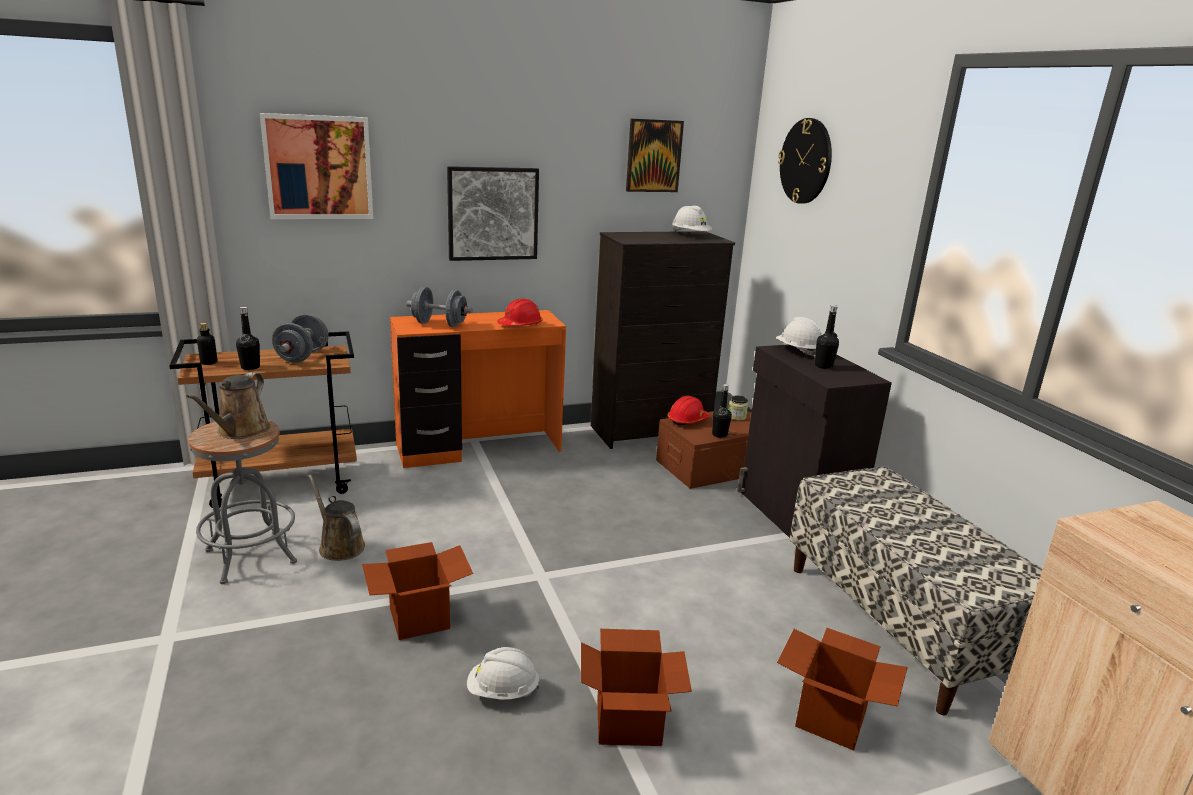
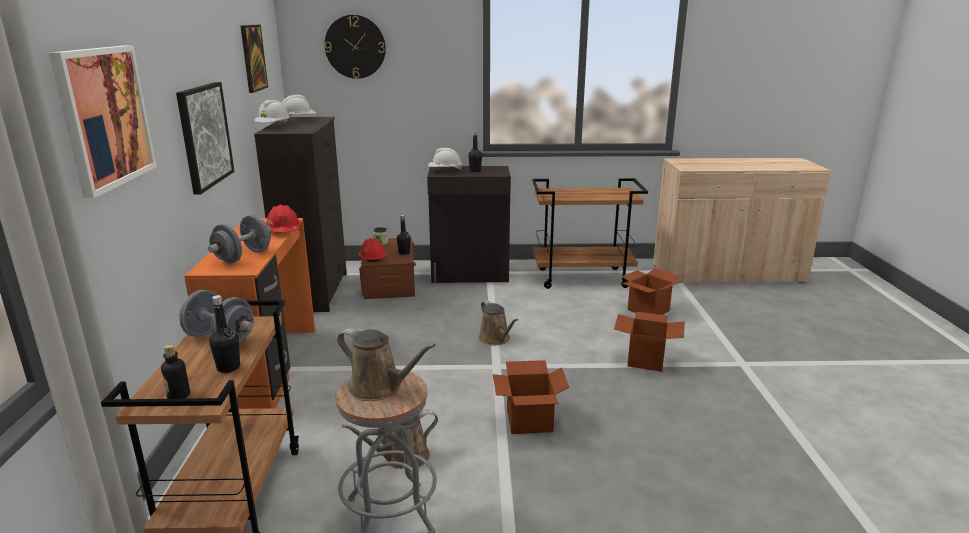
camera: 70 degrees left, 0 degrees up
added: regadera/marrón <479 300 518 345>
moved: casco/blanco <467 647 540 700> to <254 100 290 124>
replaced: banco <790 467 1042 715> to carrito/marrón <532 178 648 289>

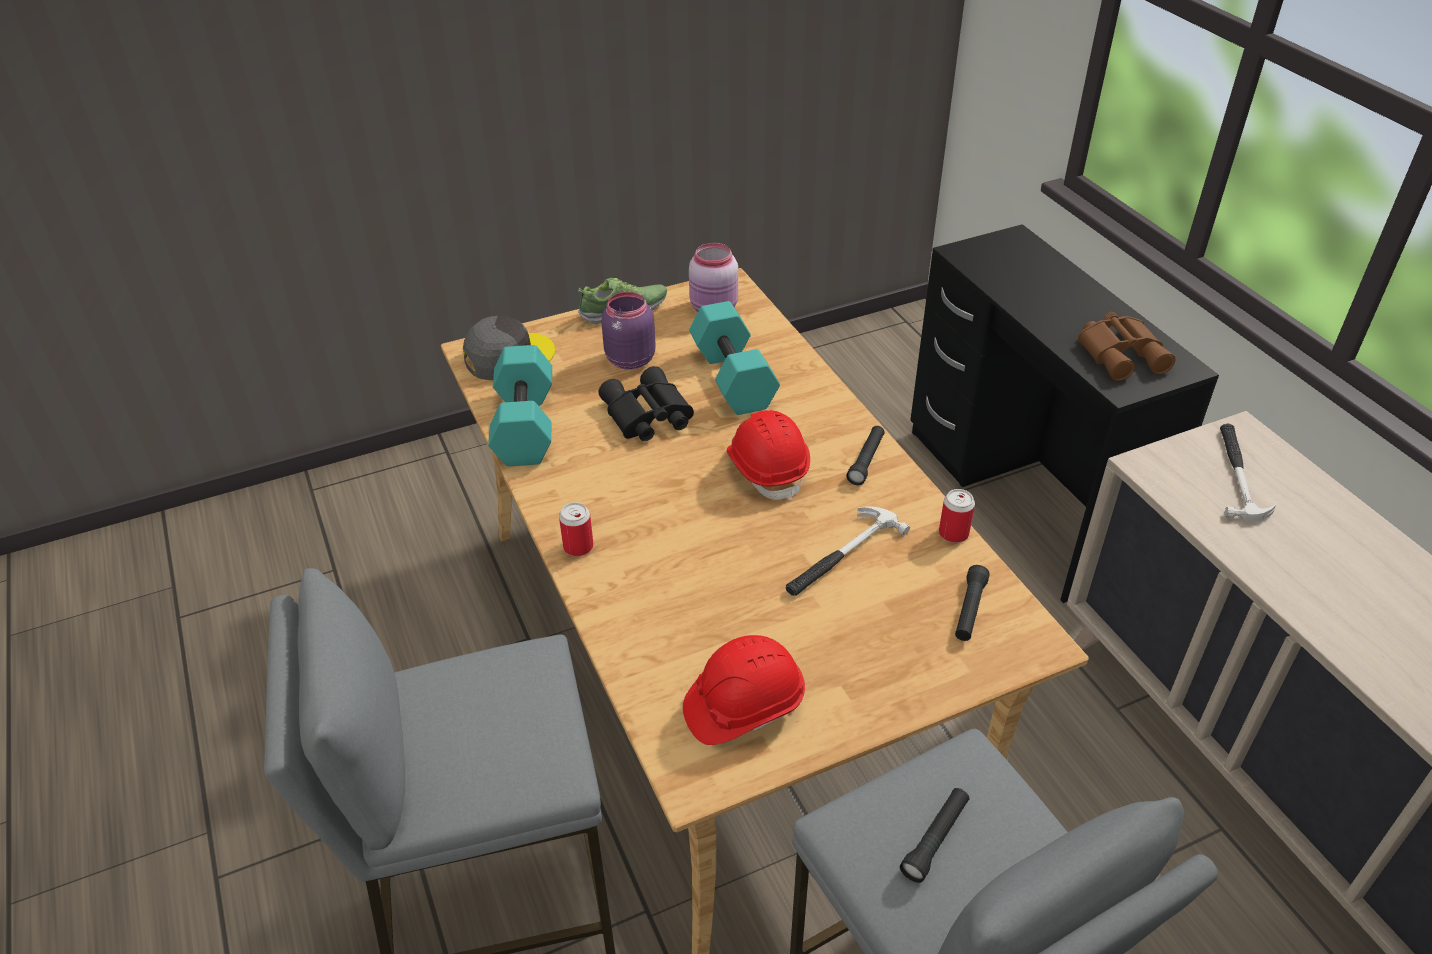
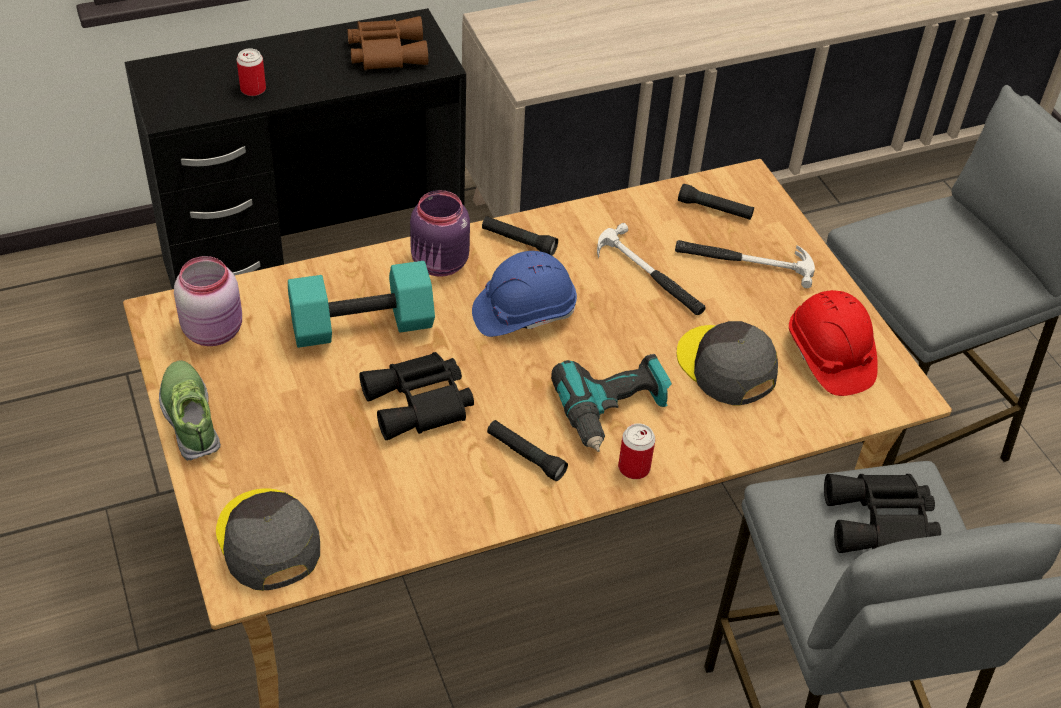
camera: 90 degrees left, 5 degrees up
removed: mancuerna/turquesa <488 345 552 466>
added: taladro <551 354 672 452>; gorra/gris <677 321 778 405>; prismáticos/negro <824 474 941 553>
moved: lata <939 489 975 543> to <237 49 266 96>; tarro/morado <601 292 656 370> to <410 190 470 277>; linterna/negro <900 788 969 883> to <487 420 568 481>; martillo <1220 424 1277 522> to <675 240 815 288>
recoloured: casco/rojo <727 410 810 501> to casco/azul <472 251 577 337>

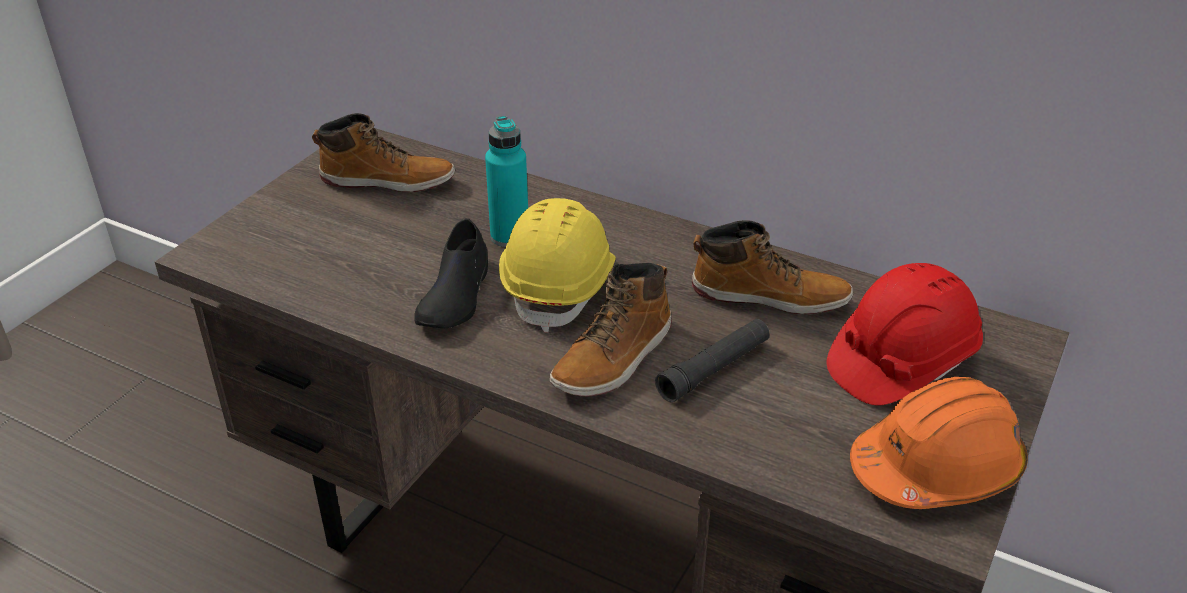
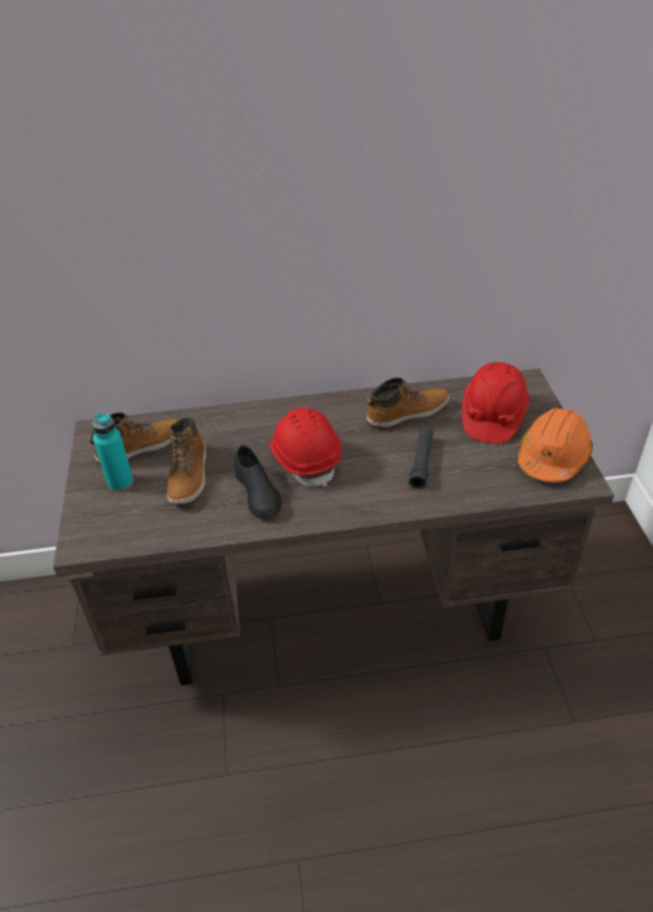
camera: 35 degrees left, 5 degrees up
moved: botella/turquesa <485 116 528 247> to <92 413 133 491>; bota <550 263 672 397> to <167 417 206 504>
recoloured: casco/amarillo <499 198 616 333> to casco/rojo <269 408 342 487>

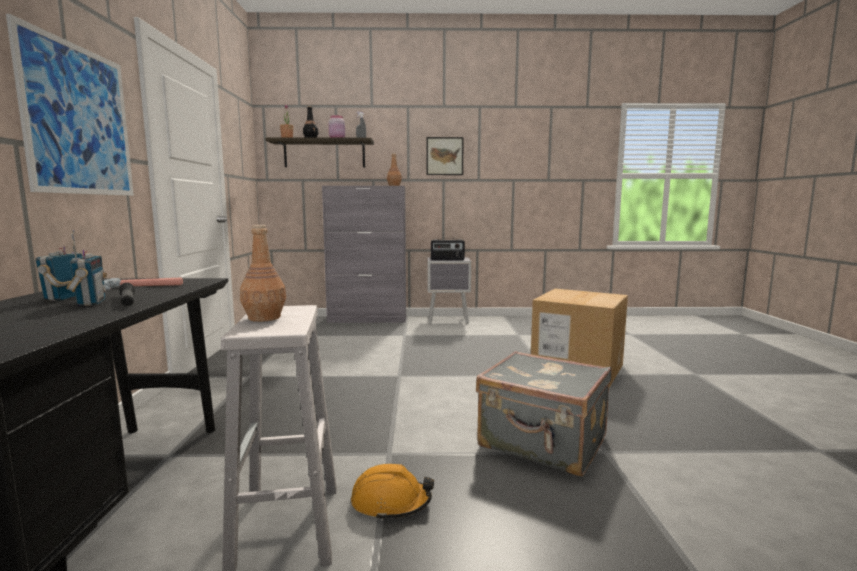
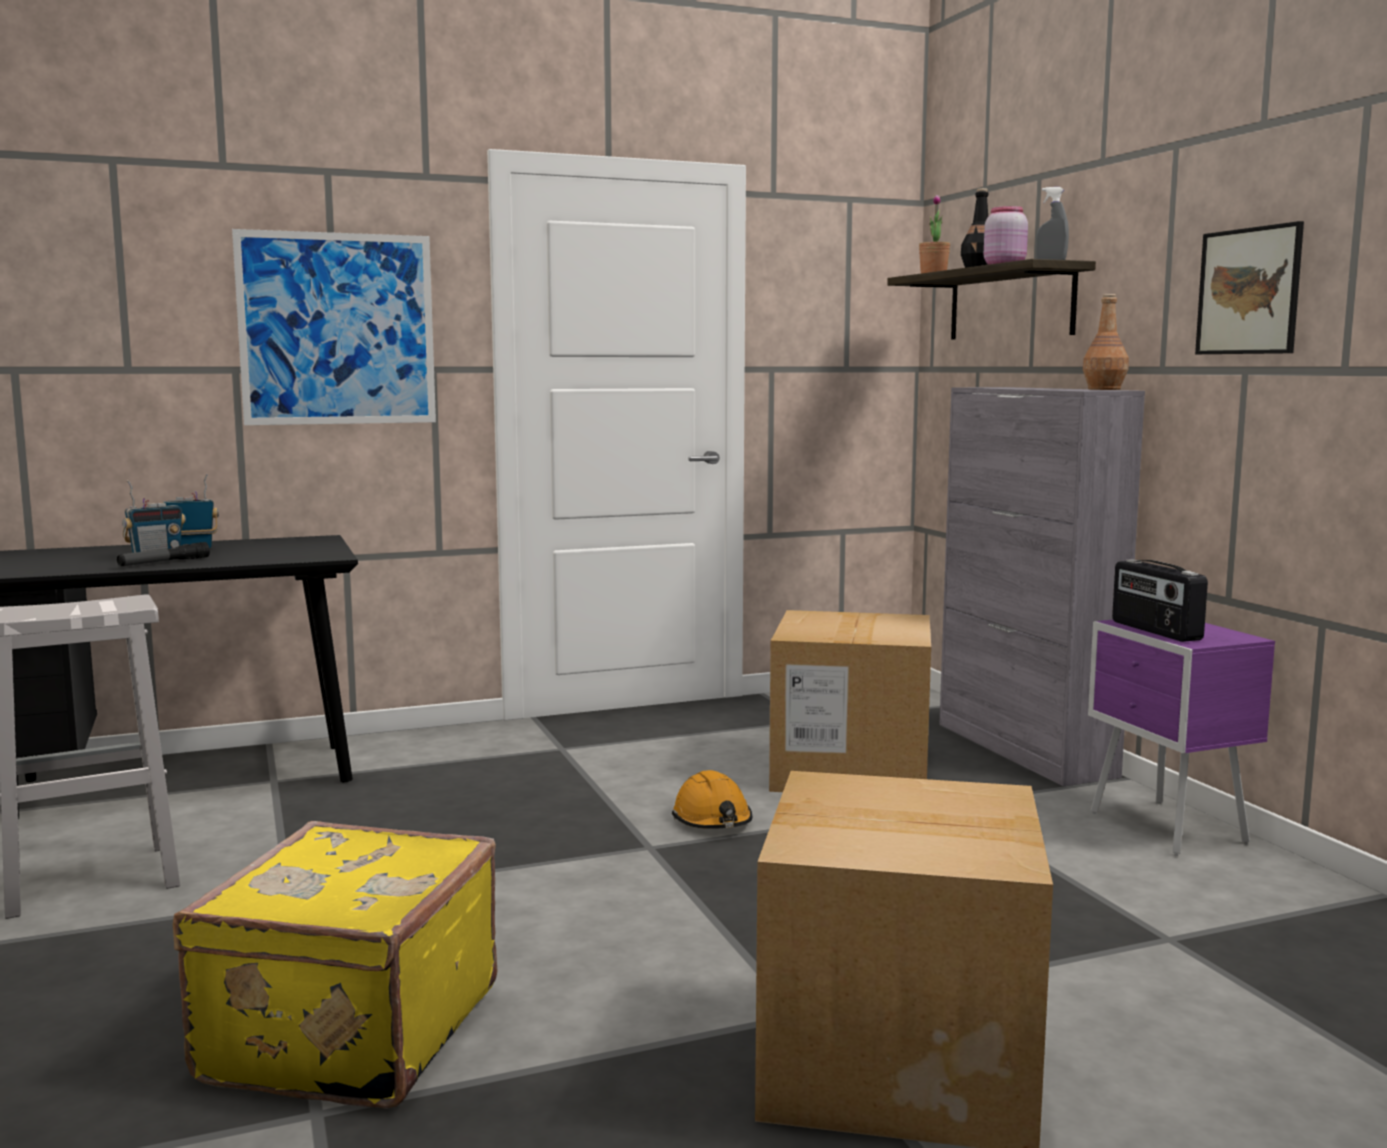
camera: 70 degrees right, 0 degrees up
removed: martillo <104 278 183 290>; botella/marrón <240 225 286 322>
added: caja de cartón <769 610 931 792>
moved: casco/naranja <351 464 434 521> to <672 770 752 829>
recoloured: maleta/gris <476 351 612 476> to maleta/amarillo <173 821 497 1109>; mesita de noche/gris <427 258 471 324> to mesita de noche/morado <1088 620 1275 856>

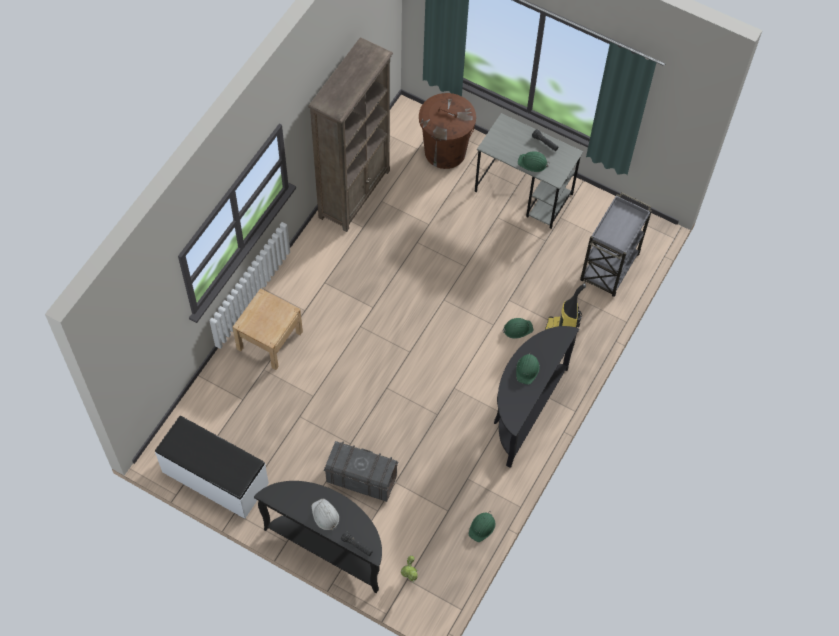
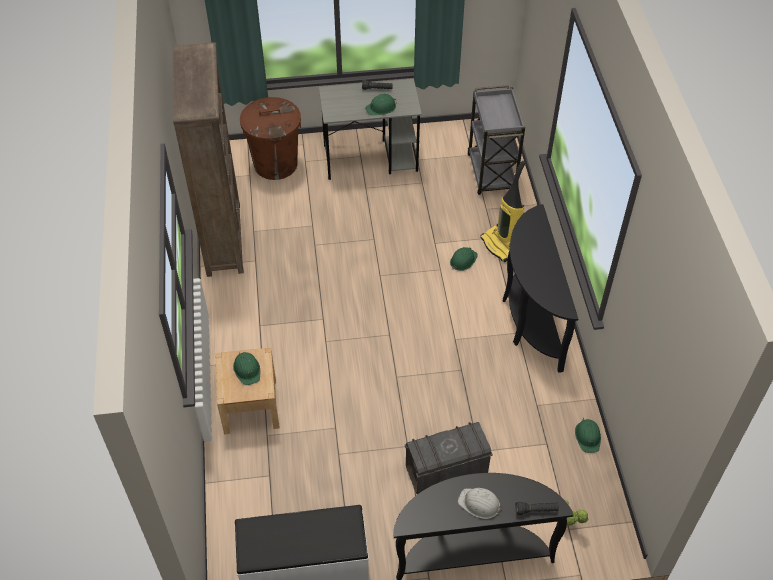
camera: 35 degrees left, 10 degrees down
moved: casco/verde <516 352 540 385> to <233 352 260 385>

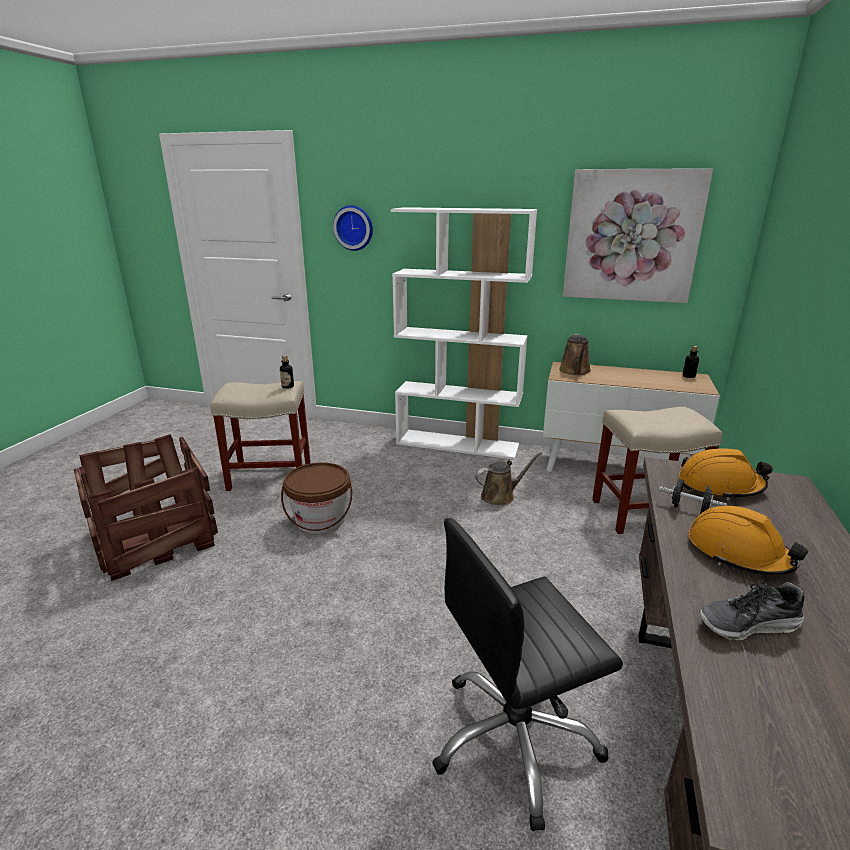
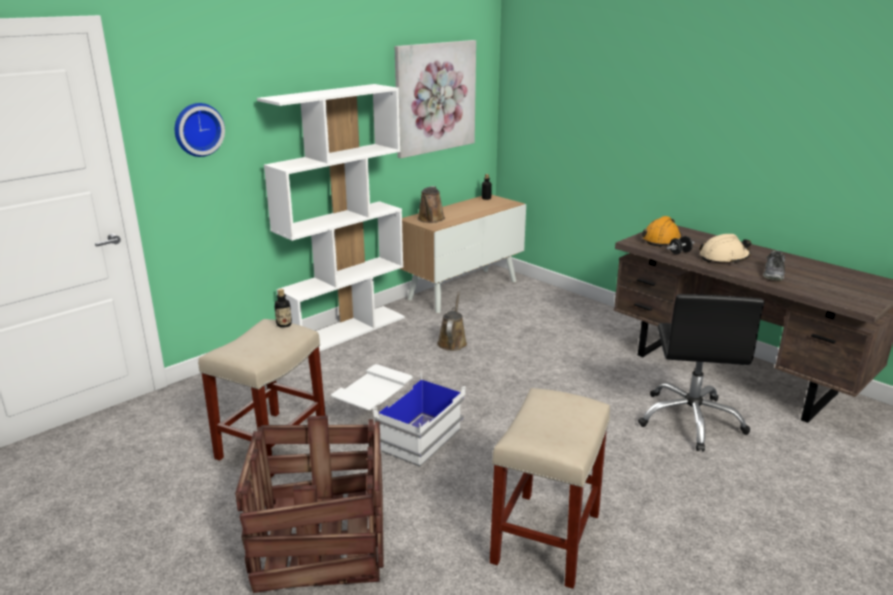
camera: 60 degrees left, 0 degrees up
moved: taburete/beis <592 406 722 534> to <490 388 610 589>
replaced: cubo/marrón <281 462 352 534> to caja de almacenaje/blanco <331 364 465 467>
recoloured: casco/naranja <689 506 808 575> to casco/beis <699 234 751 264>
turned: regadera/marrón <559 334 591 375> = <417 186 445 223> 60 degrees clockwise

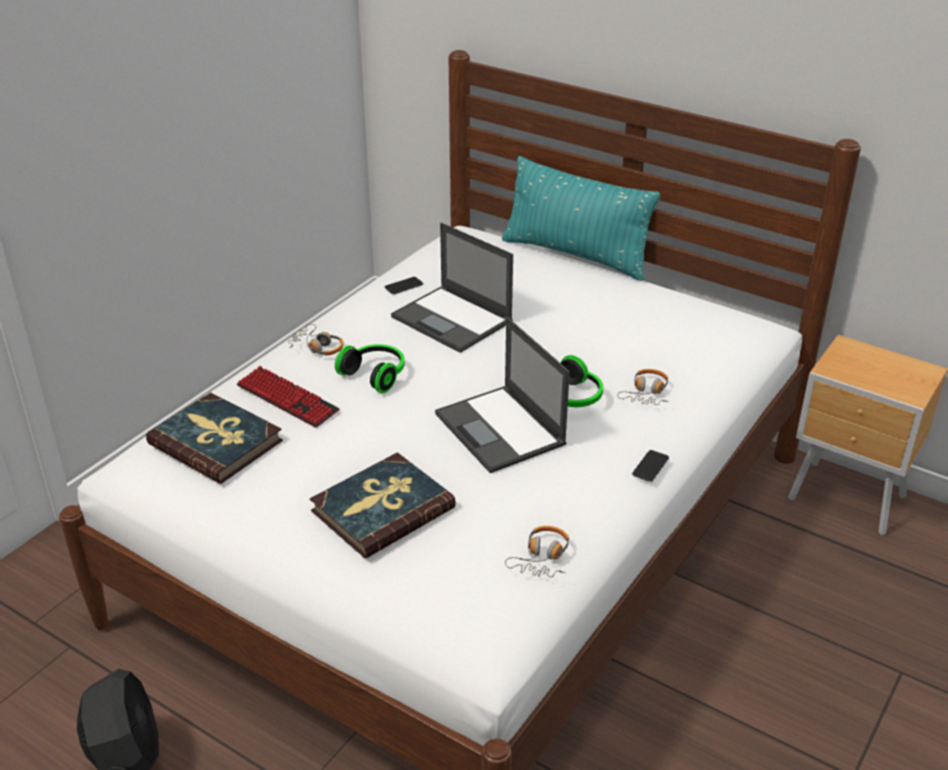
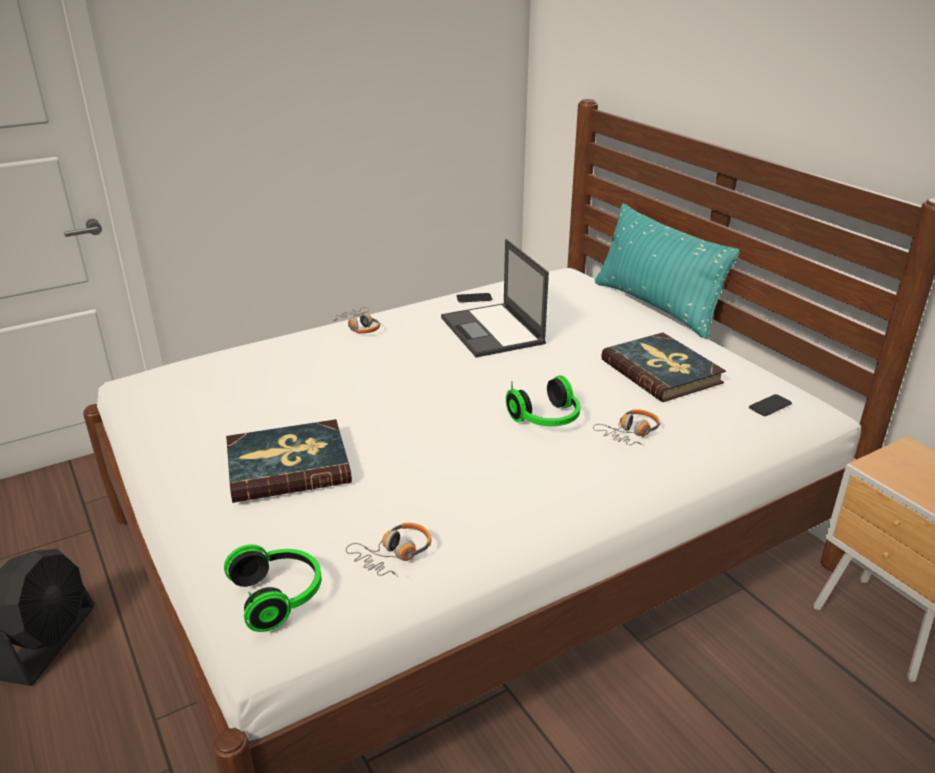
camera: 25 degrees right, 5 degrees down
removed: teclado <237 366 340 428>; portátil <435 317 570 473>
moved: auriculares <335 344 405 393> to <224 544 321 632>; libro <146 393 283 484> to <601 333 726 402>; móvil <632 450 669 482> to <749 394 792 416>

